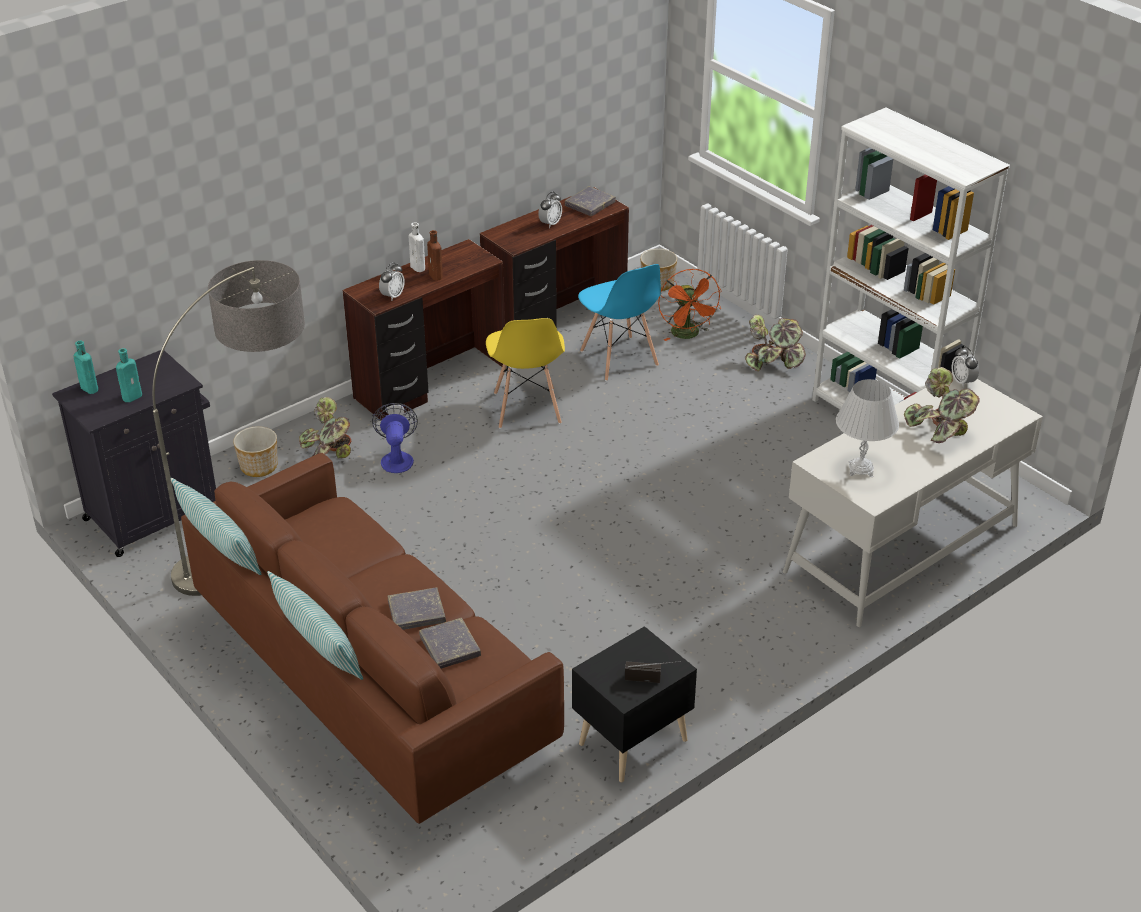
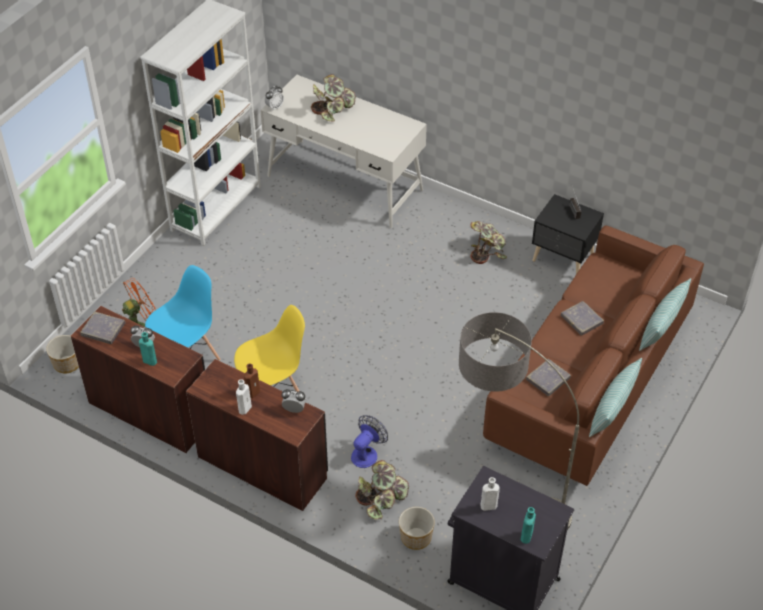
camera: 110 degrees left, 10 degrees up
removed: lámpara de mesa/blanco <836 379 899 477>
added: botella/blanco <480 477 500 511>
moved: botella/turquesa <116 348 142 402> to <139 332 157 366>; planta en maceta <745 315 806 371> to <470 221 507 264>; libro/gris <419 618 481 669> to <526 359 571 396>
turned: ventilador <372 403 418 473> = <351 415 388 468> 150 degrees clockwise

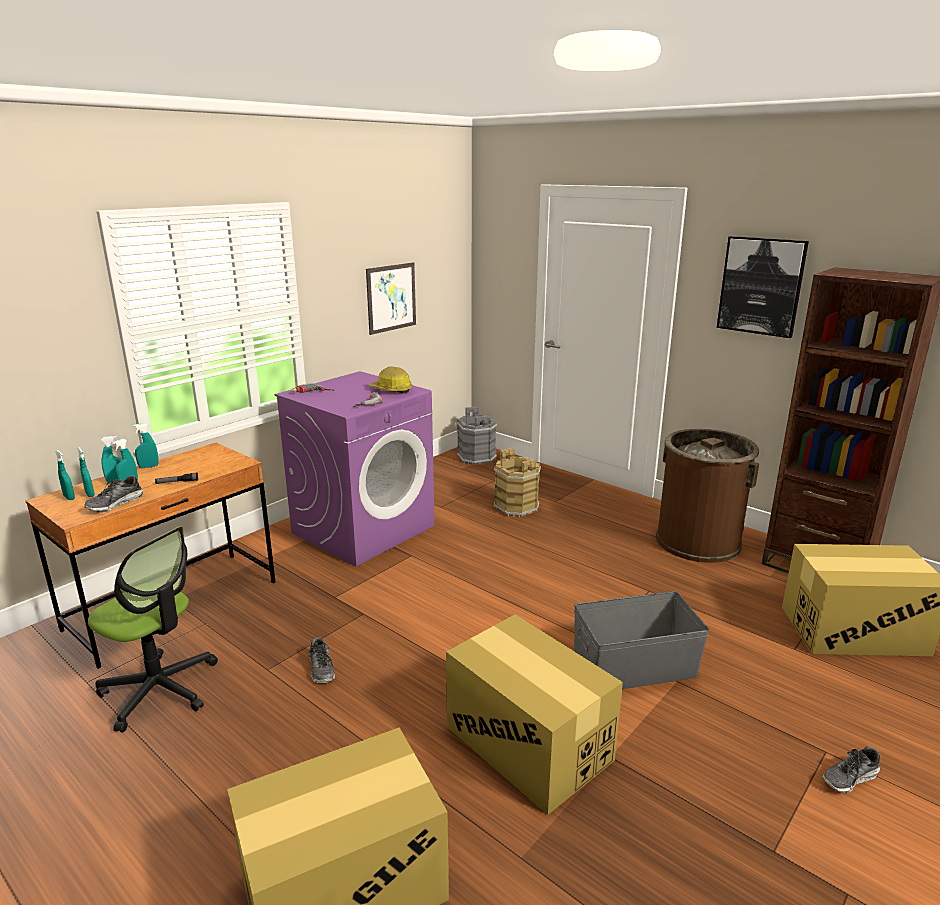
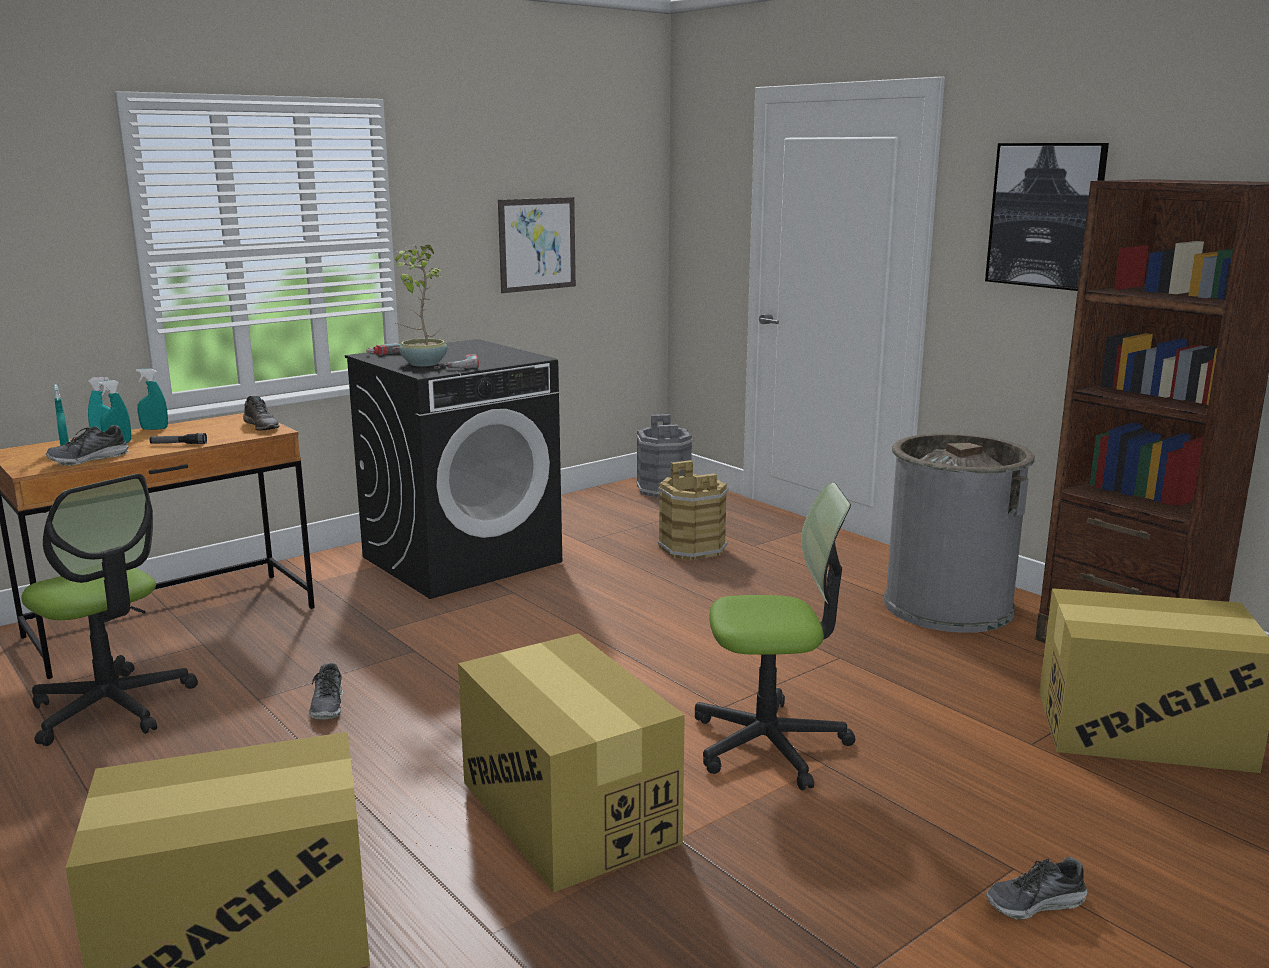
camera: 10 degrees right, 5 degrees down
removed: pulverizador/turquesa <56 450 75 500>; casco <369 366 413 394>
added: zapato/gris <243 396 280 431>; planta en maceta <395 245 447 366>
replaced: caja de almacenaje/gris <574 591 709 689> to silla de oficina <695 483 855 790>
recoloured: lavadora/morado <275 371 435 566> to lavadora/negro <345 339 562 599>; papelera/marrón <656 429 759 563> to papelera/gris <884 433 1035 633>

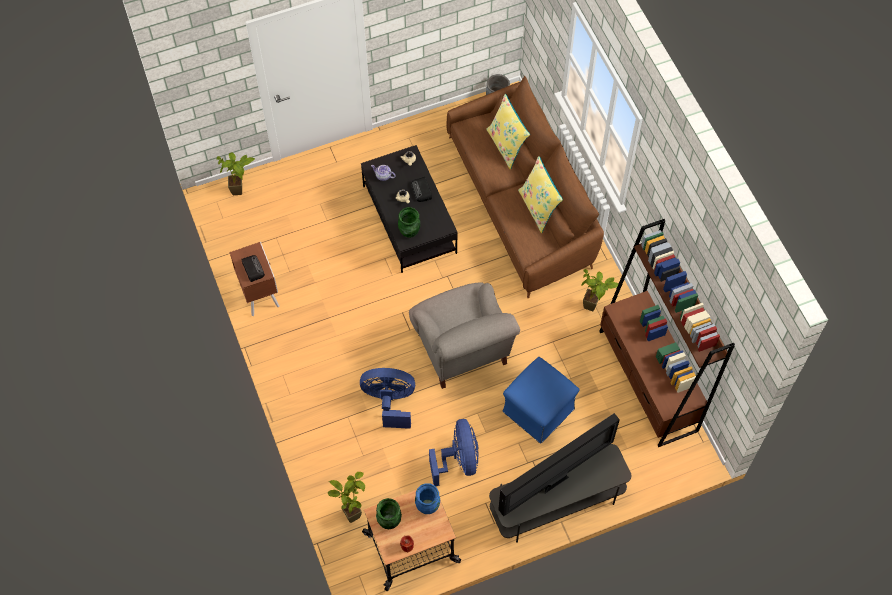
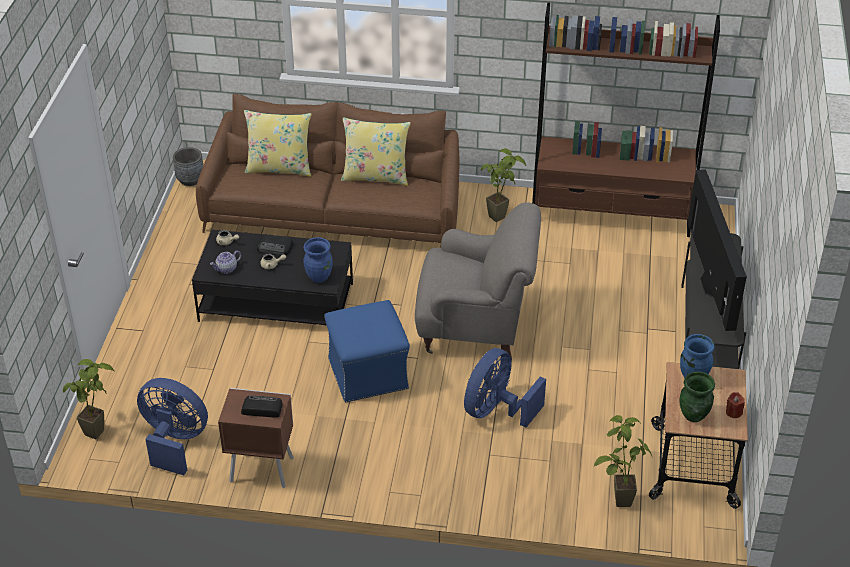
camera: 60 degrees left, 20 degrees down
moved: ventilador/azul <429 419 479 486> to <137 378 208 475>; puf/azul <503 357 580 444> to <324 300 410 403>
recoloured: florero/verde <398 207 420 238> to florero/azul <303 237 333 283>

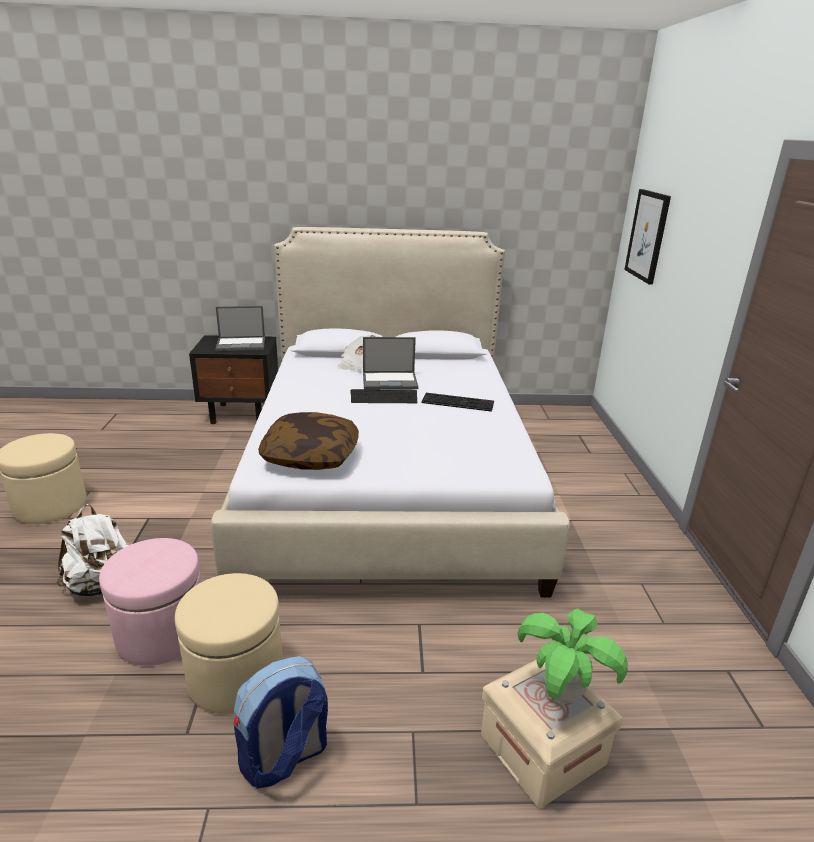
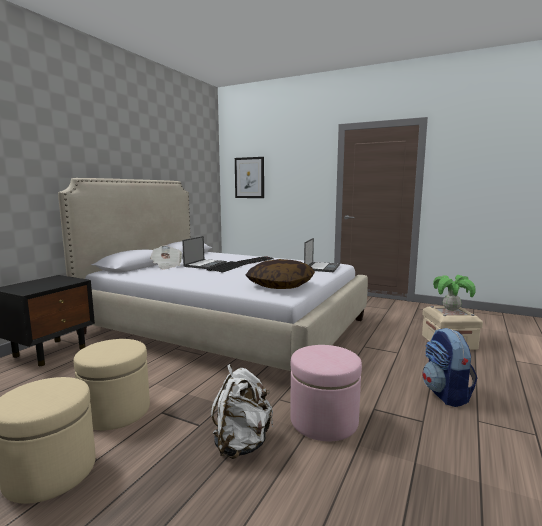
camera: 60 degrees left, 15 degrees down
moved: puf/beis <175 573 283 714> to <74 339 150 430>; portátil <215 306 265 351> to <304 238 340 272>

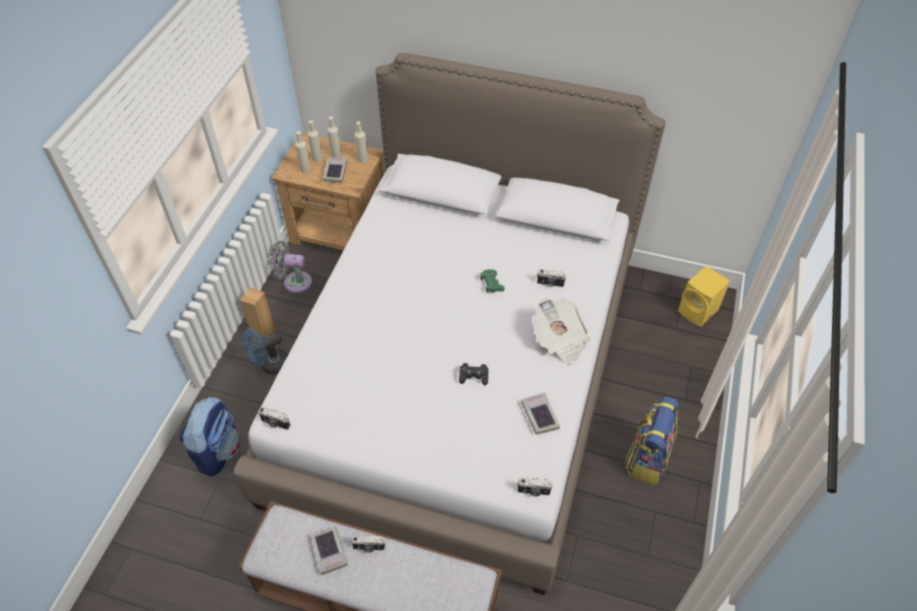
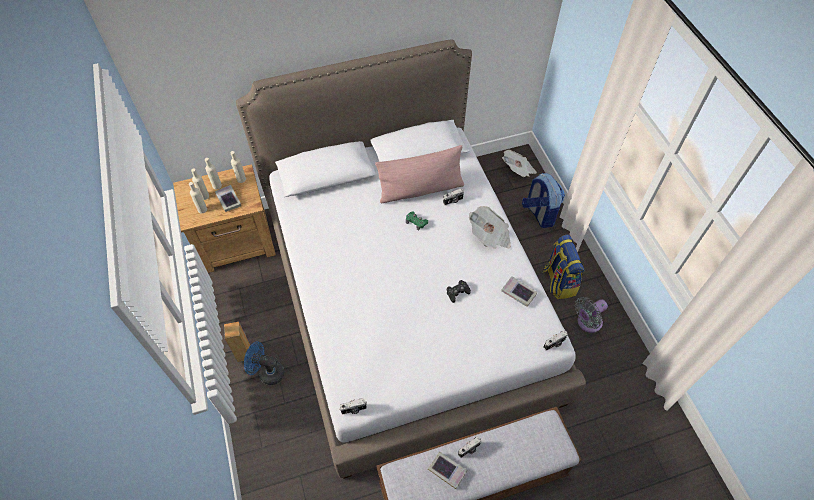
camera: 35 degrees left, 5 degrees up
added: cojín/rosa <375 145 464 203>
moved: mochila <180 397 240 476> to <522 173 565 228>; ventilador/gris <271 241 312 294> to <575 297 608 333>
replaced: altavoz/amarillo <678 265 730 327> to periódico <502 150 537 177>
turned: ventilador/azul <243 328 288 375> = <244 341 284 385> 75 degrees clockwise

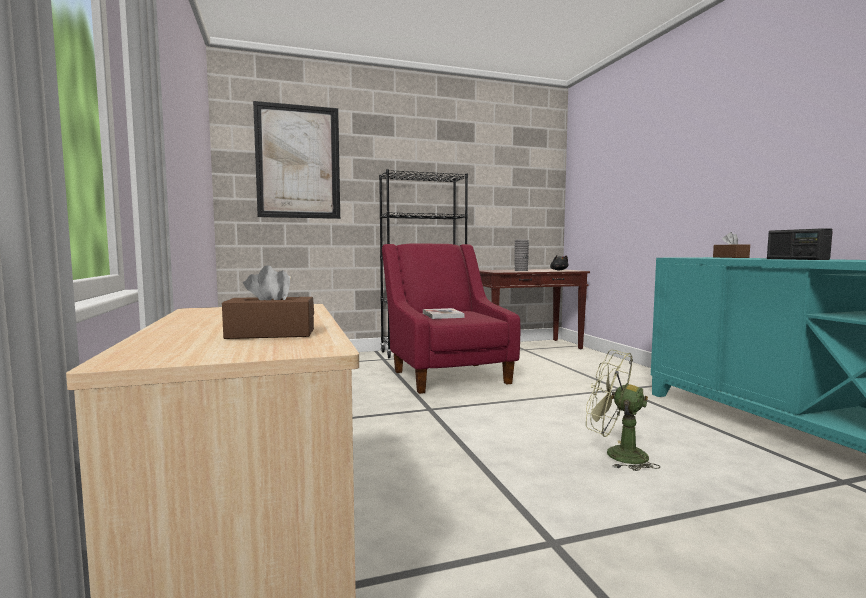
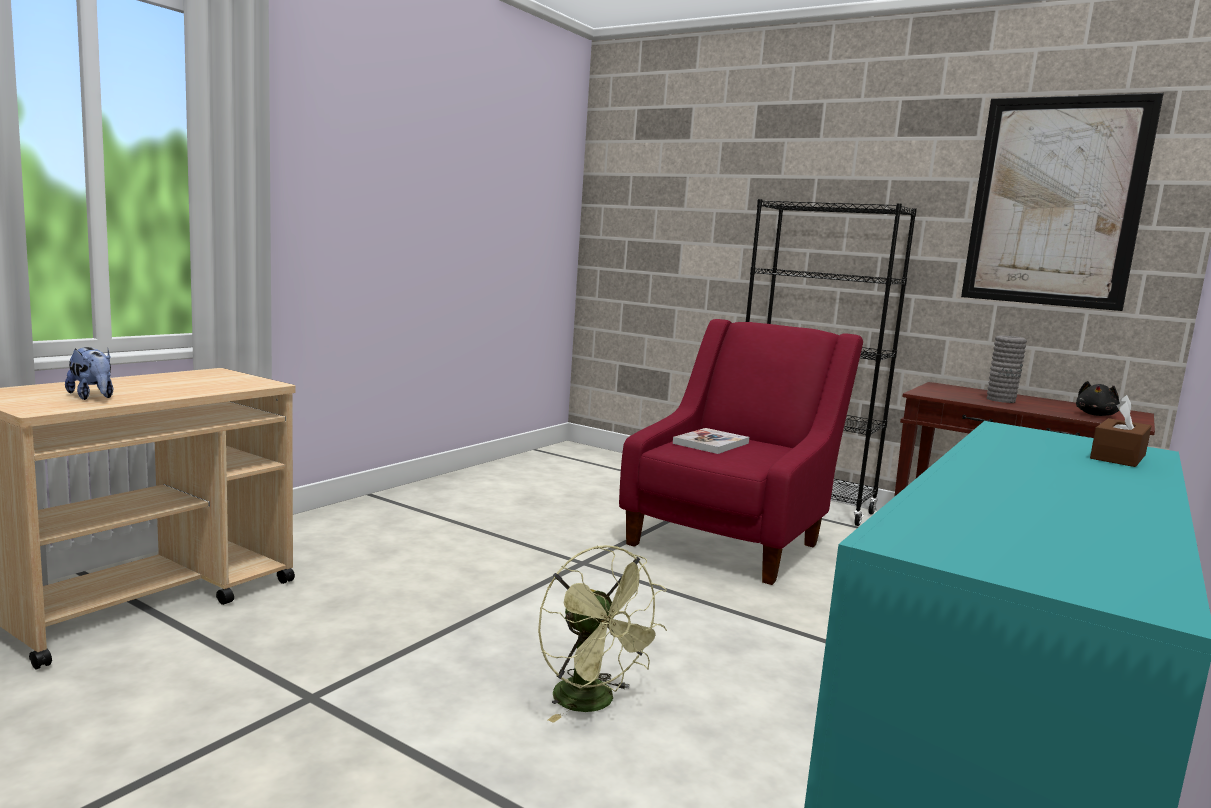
camera: 50 degrees right, 5 degrees up
removed: radio <767 228 833 260>
moved: cuadro <253 101 340 219> to <961 93 1164 311>
replaced: caja de pañuelos/marrón <222 265 314 339> to peluche <65 347 113 400>
turned: ventilador/verde <586 350 660 471> = <538 545 667 723> 150 degrees clockwise

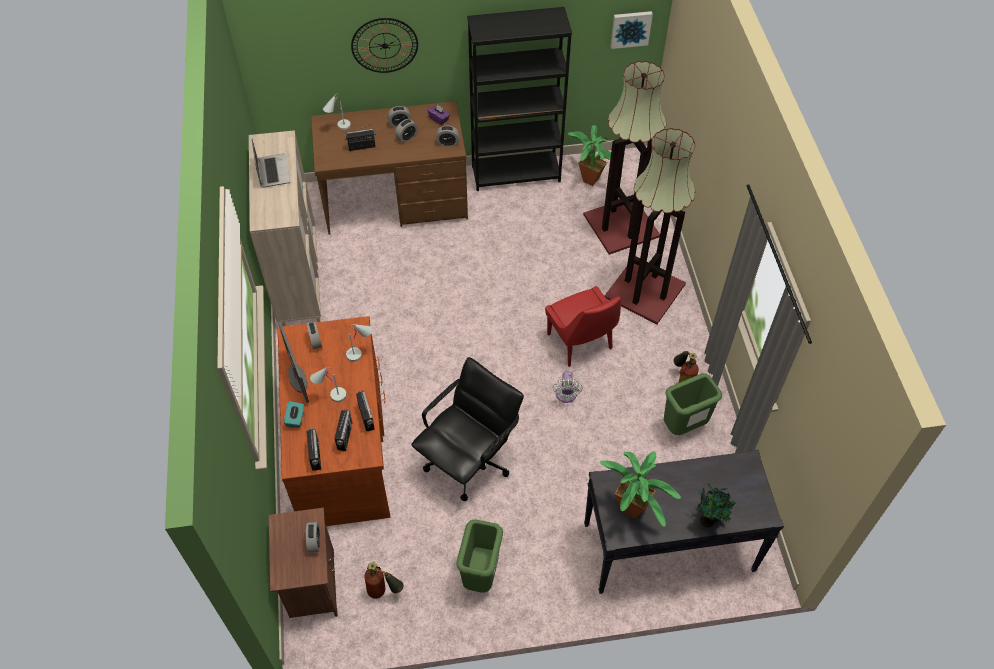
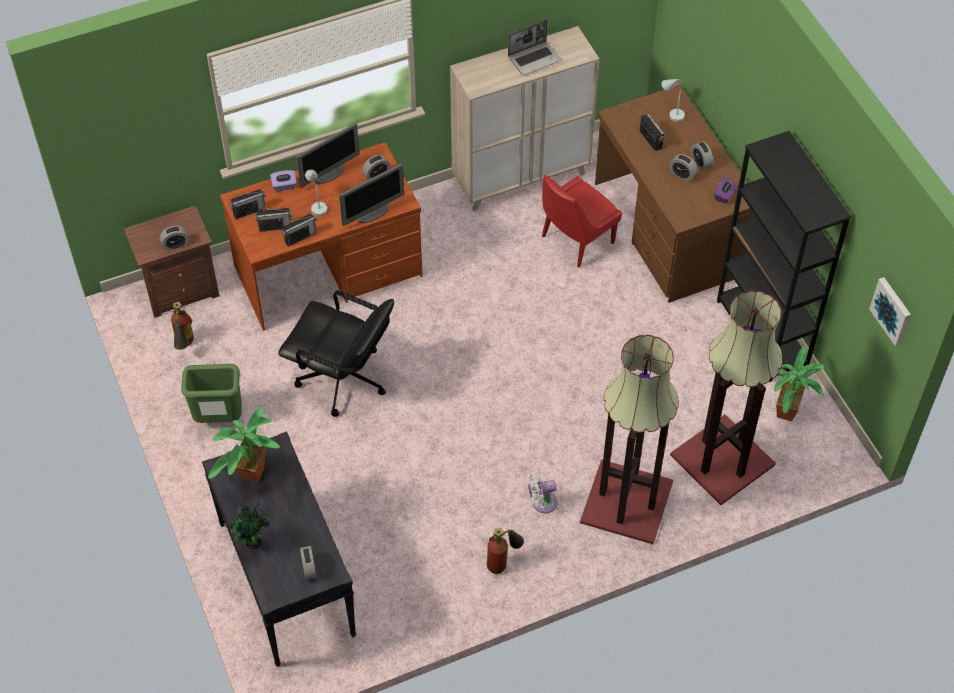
camera: 75 degrees right, 0 degrees up
removed: reloj de pared <351 18 418 73>; papelera/verde <664 373 722 435>
moved: despertador <436 125 460 146> to <300 546 316 580>; ventilador/blanco <553 371 583 403> to <527 472 558 513>; silla/rojo <545 286 621 367> to <542 175 622 268>
replaced: lámpara de mesa/blanco <346 324 373 362> to monitor <339 164 404 226>
recoloured: caja de pañuelos/turquesa <284 401 304 428> to caja de pañuelos/morado <270 170 297 191>

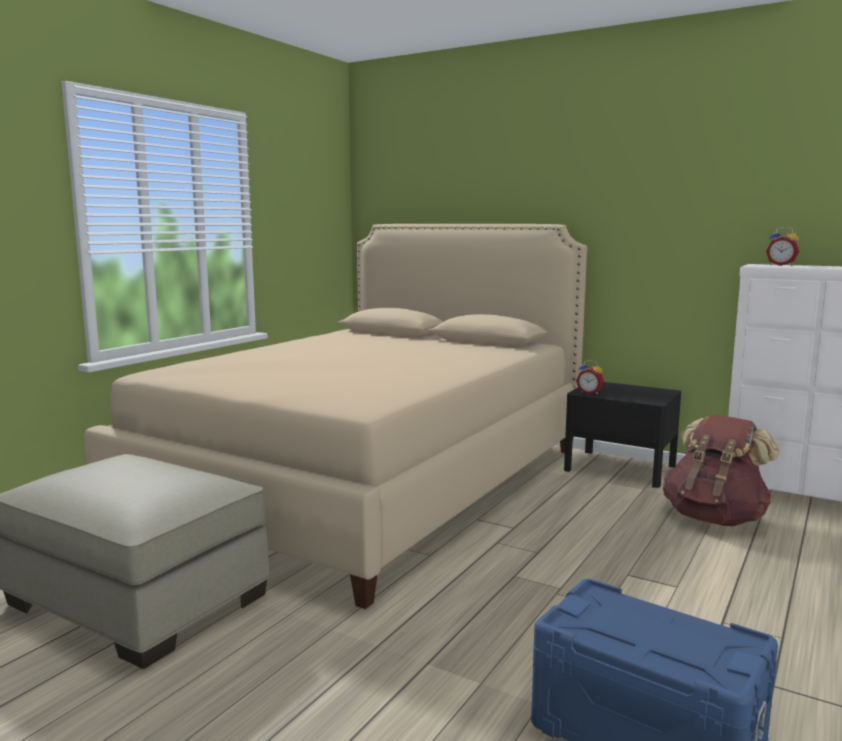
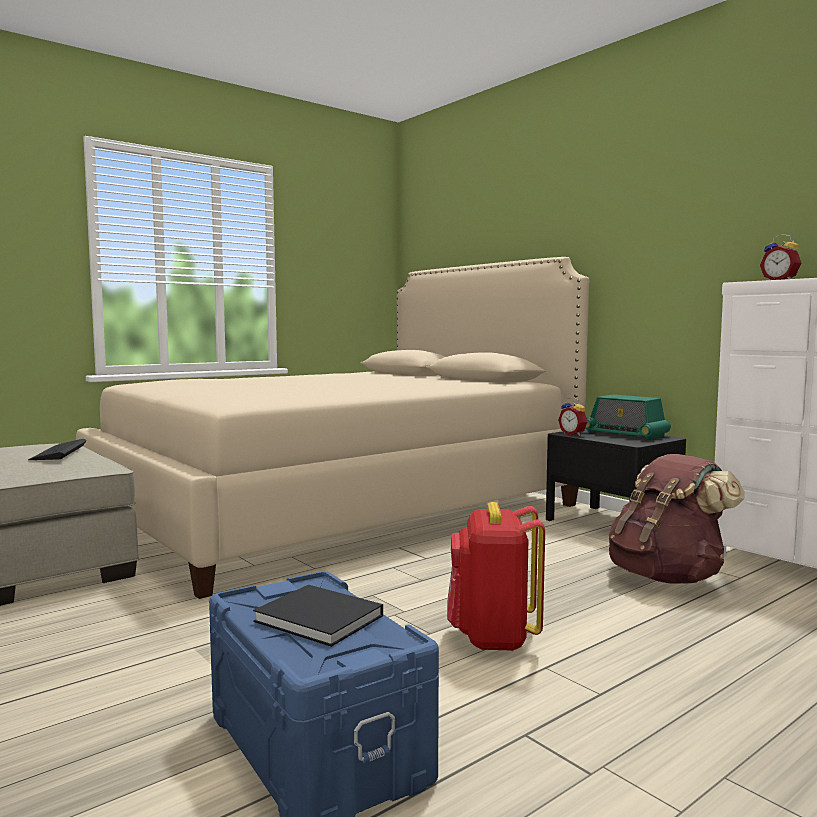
camera: 20 degrees right, 5 degrees down
added: teclado <28 439 87 460>; libro/negro <253 585 383 647>; mochila/rojo <447 502 545 651>; radio <585 395 671 440>

